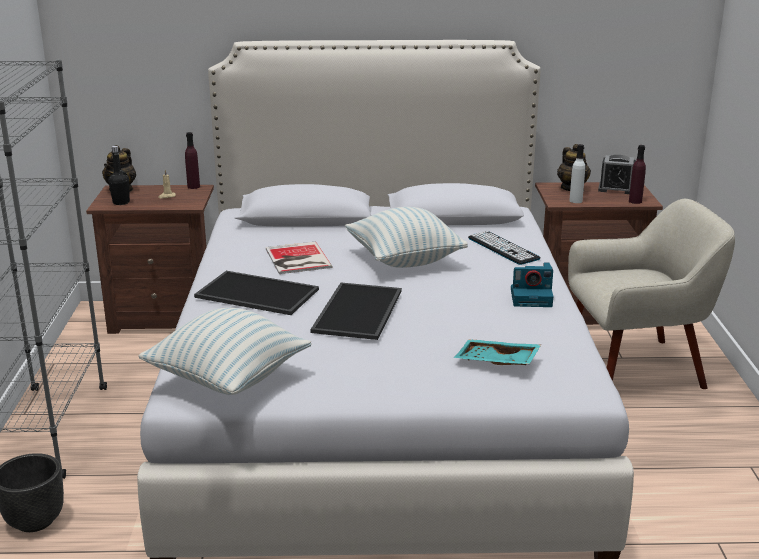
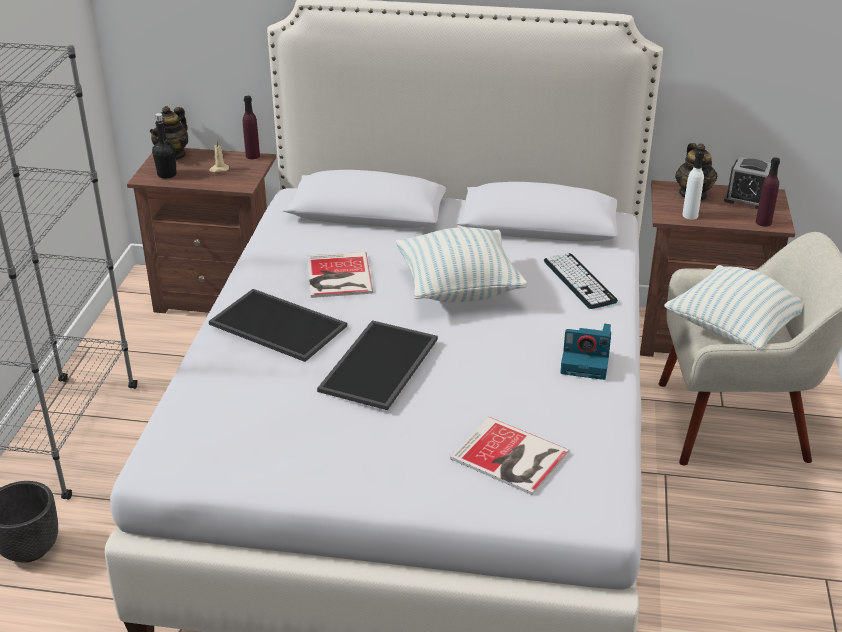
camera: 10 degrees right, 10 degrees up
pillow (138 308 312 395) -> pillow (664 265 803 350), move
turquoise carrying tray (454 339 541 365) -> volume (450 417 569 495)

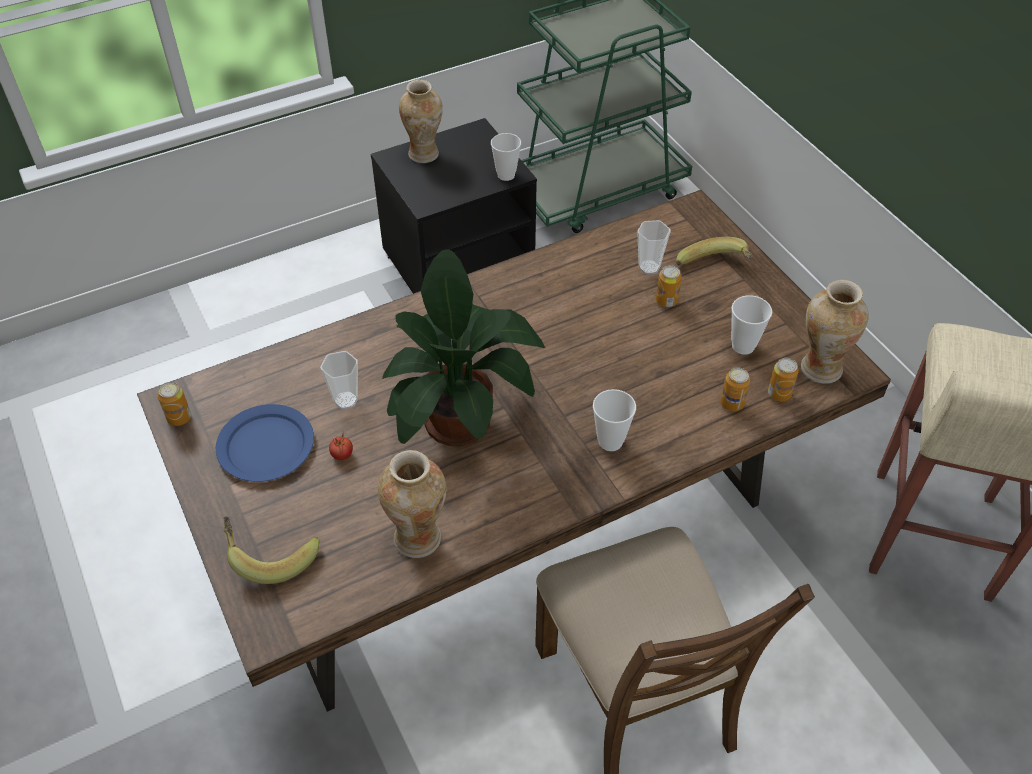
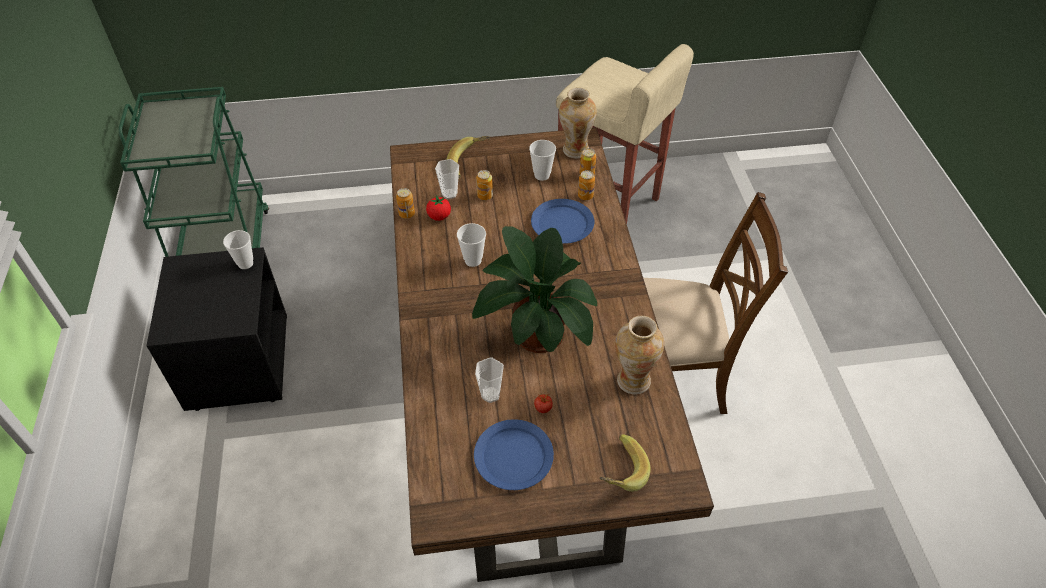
camera: 70 degrees left, 0 degrees up
decorative vase (399 79 443 163) -> none
none -> whole tomato (426 195 451 221)
none -> bluish dinner plate (531 199 594 244)
metal can (158 382 191 426) -> metal can (396 188 415 218), move
drinking cup (593 389 636 451) -> drinking cup (457 223 486 267), move

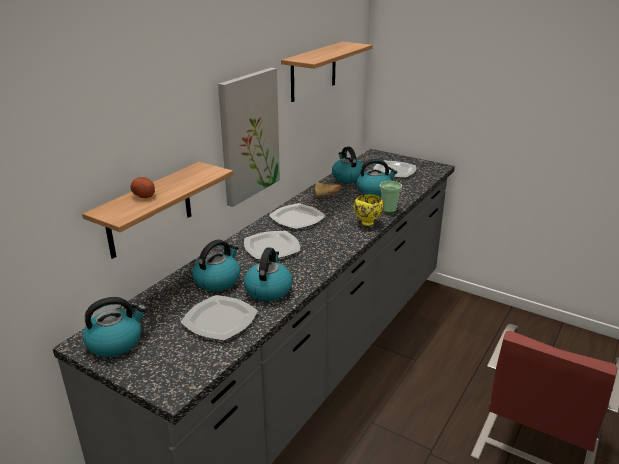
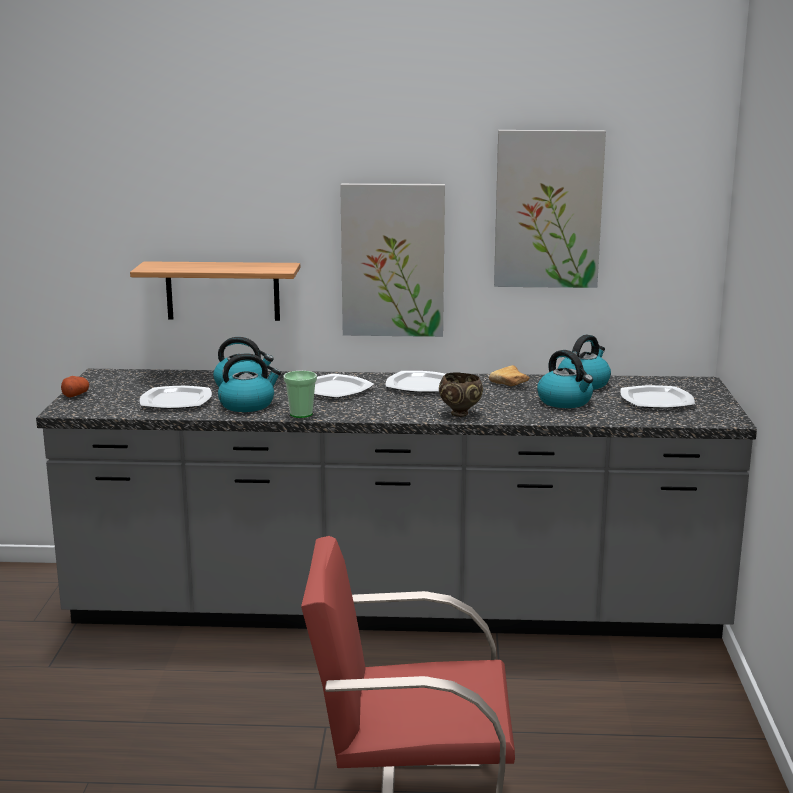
camera: 60 degrees right, 10 degrees down
kettle (83 297 146 357) -> none
spud (130 177 155 198) -> spud (61 376 89 397), move
drinking cup (380 181 402 213) -> drinking cup (283 371 317 418), move
wall shelf (281 42 373 102) -> wall art (494 130 606 288)
yellow deep dish (353 194 384 226) -> brown-coloured deep dish (439 372 483 417)

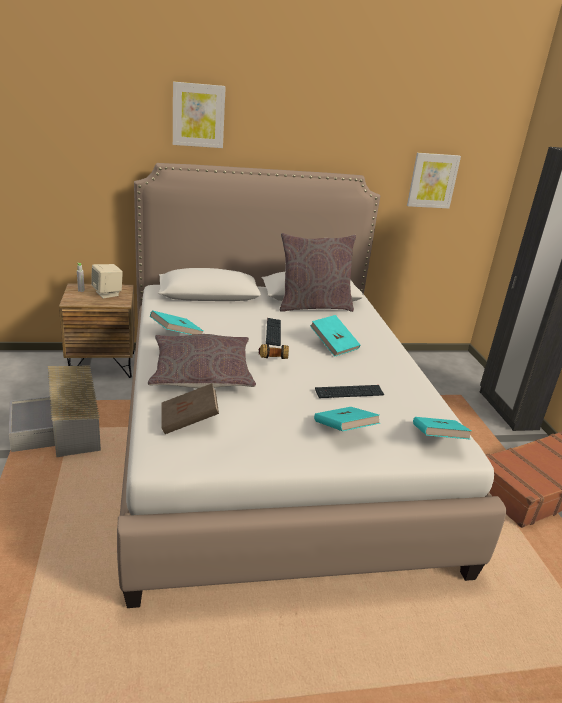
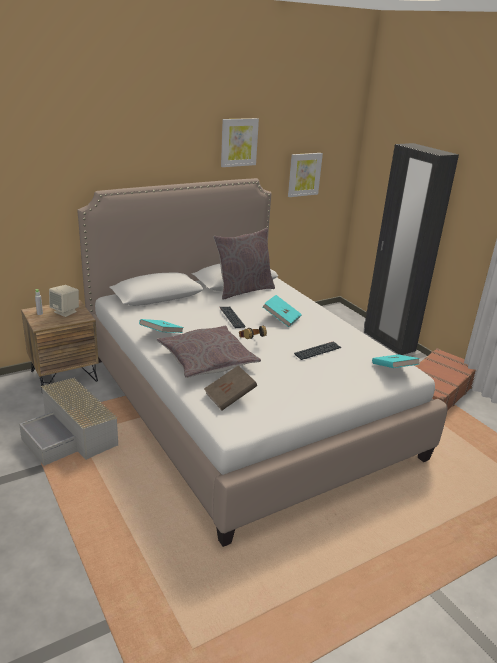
camera: 20 degrees left, 0 degrees up
turquoise volume (314 407 380 431) -> none
wall art (173 81 226 148) -> wall art (221 118 259 167), move

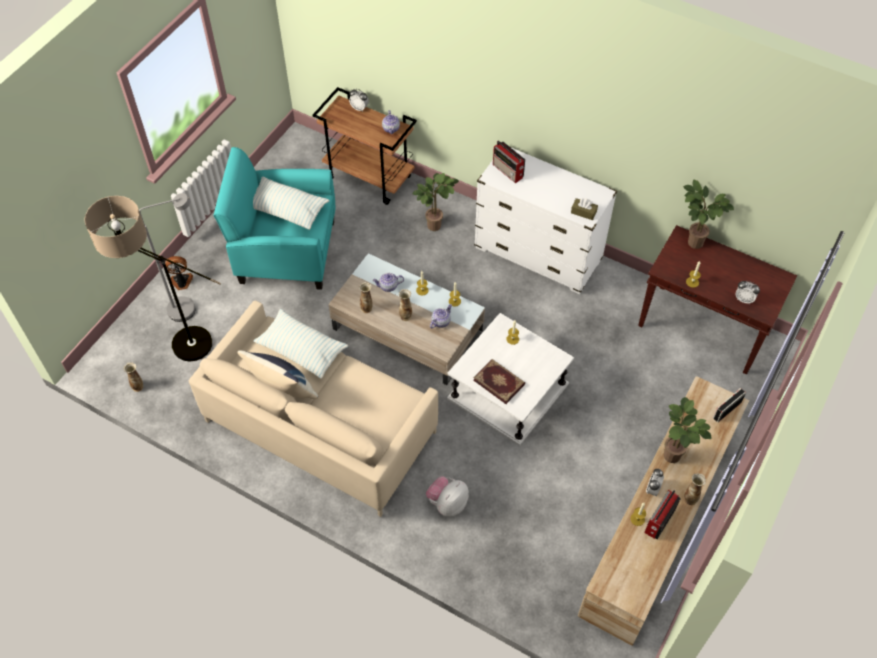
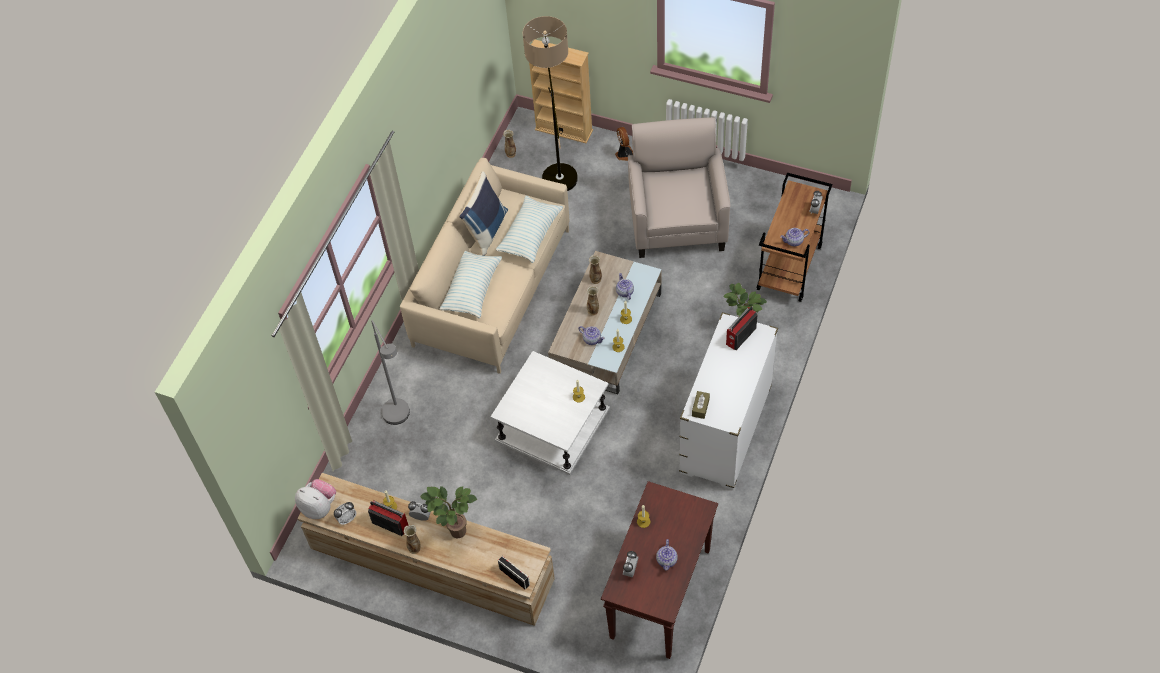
camera: 85 degrees right, 0 degrees up
volume (473 359 525 404) -> none
houseplant (683 180 734 249) -> none
none -> table clock (334 502 356 525)
none -> sand-coloured bookshelf (529 40 593 144)
none -> tea pot (656 539 678 571)
gray standard lamp (139 193 195 322) -> gray standard lamp (371 320 410 425), move
pillow (253 176 329 230) -> pillow (439 251 502 318), move
cuddly toy (426 476 469 517) -> cuddly toy (295 479 336 519), move
turquoise armchair (213 147 335 290) -> sand-coloured armchair (628 117 730 258)

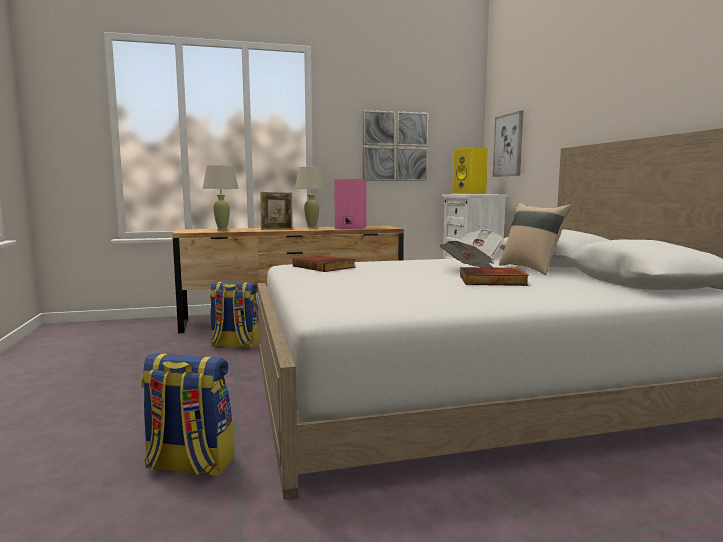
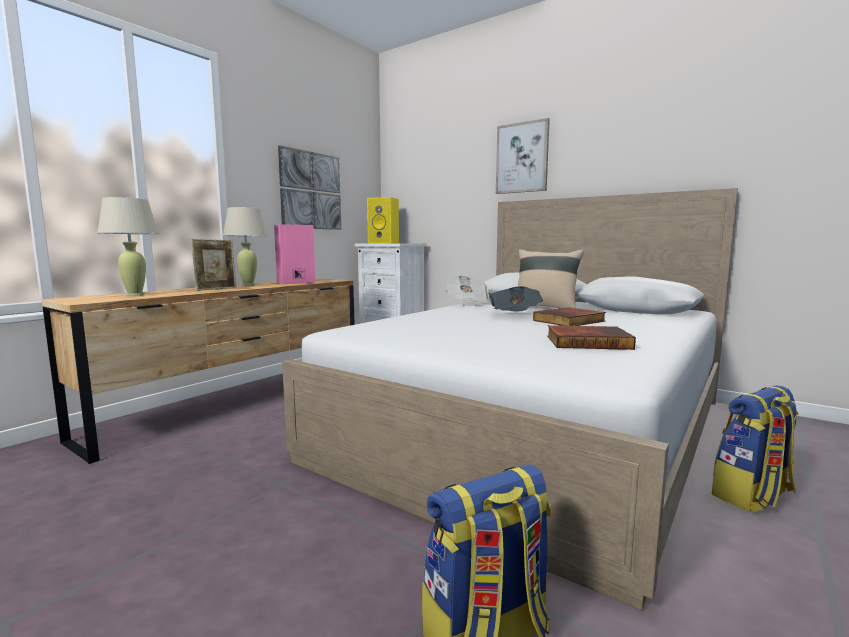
camera: 40 degrees left, 0 degrees up
rucksack (210 282 259 348) -> rucksack (712 385 799 513), move
volume (293 255 356 272) -> volume (547 325 636 350), move
wall art (493 110 523 177) -> wall art (496 118 550 194), move

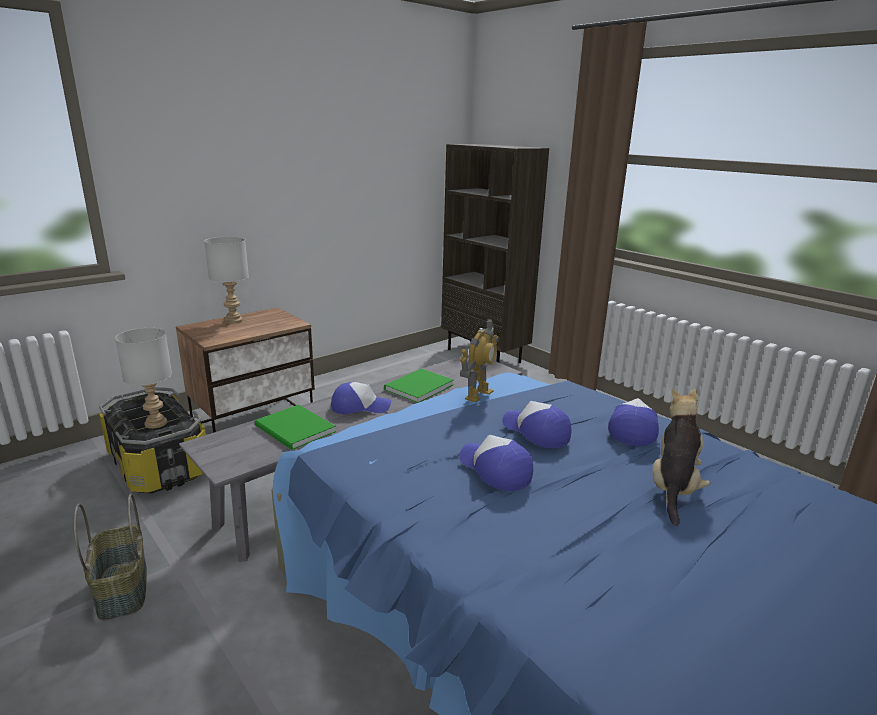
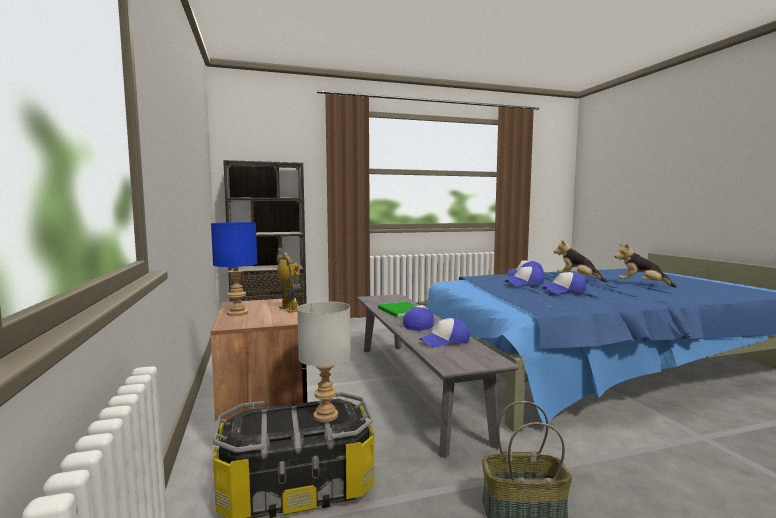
camera: 65 degrees left, 15 degrees down
none -> cuddly toy (614 243 677 288)
model robot (460 319 499 402) -> model robot (276 247 301 313), move
greenish volume (255 405 336 450) -> peaked cap (419 318 470 347)
gray table lamp (204 237 249 323) -> bluish table lamp (211 222 257 316)

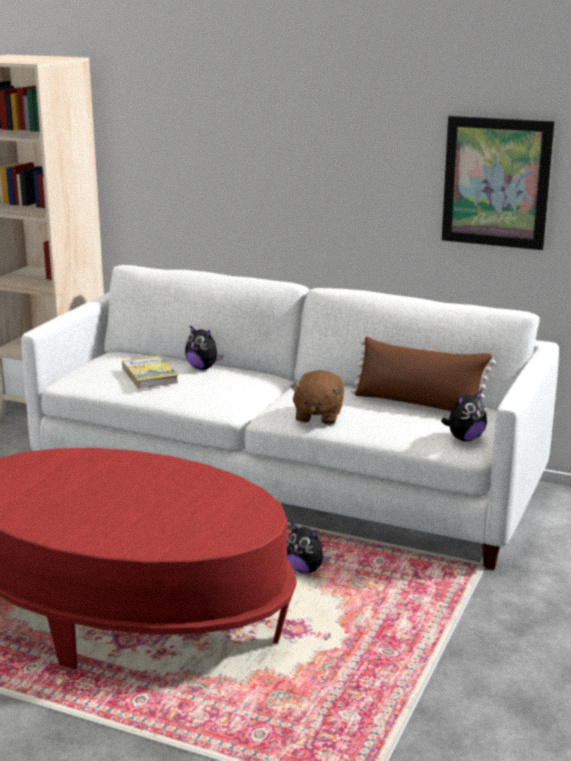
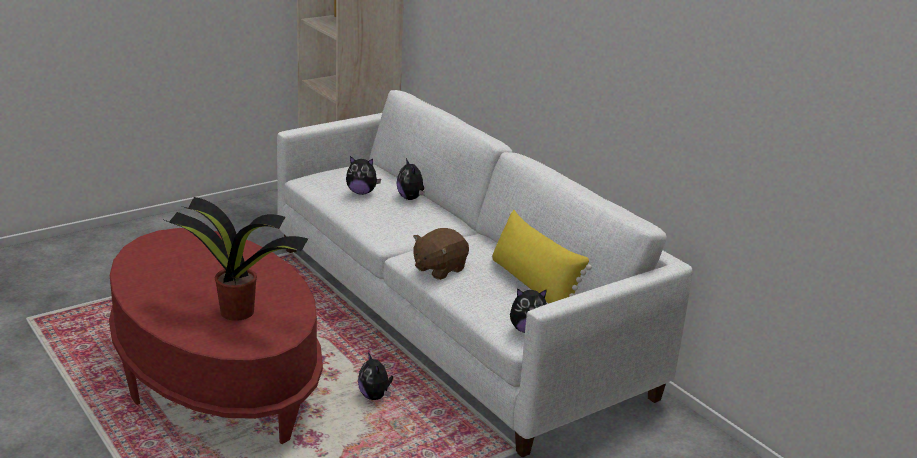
camera: 30 degrees right, 5 degrees up
wall art (442 116 555 250) -> none
none -> houseplant (165 197 308 321)
volume (122 355 178 389) -> cuddly toy (346 156 381 195)
brown-coloured pillow (351 337 496 411) -> yellow pillow (492 210 592 304)

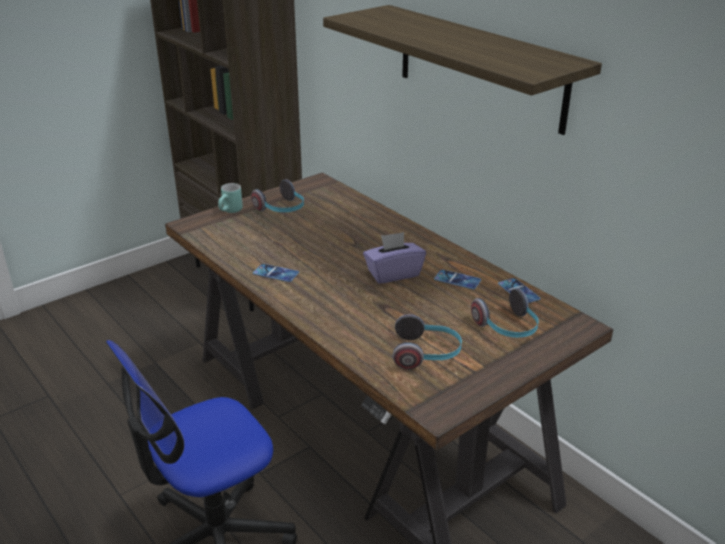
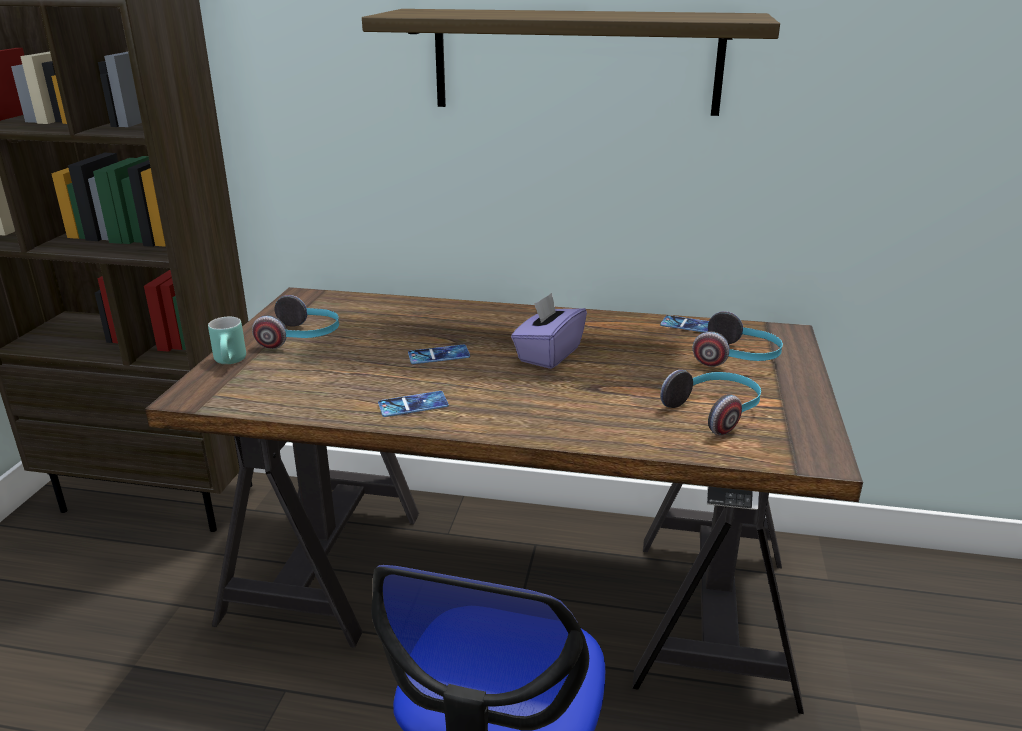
camera: 40 degrees left, 5 degrees down
handset (434 269 481 289) -> handset (408 345 470 364), move

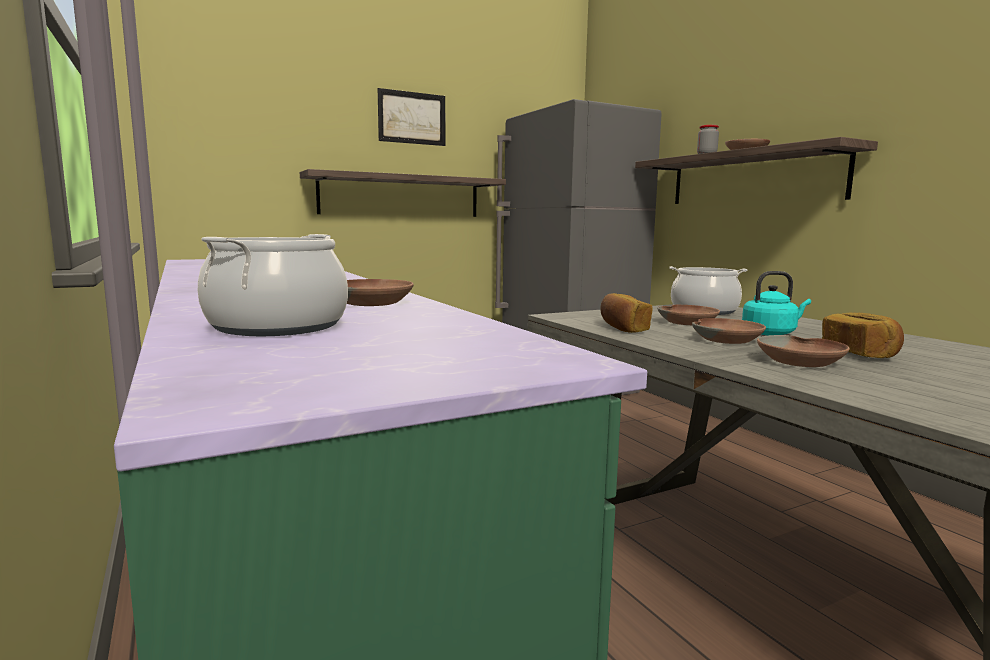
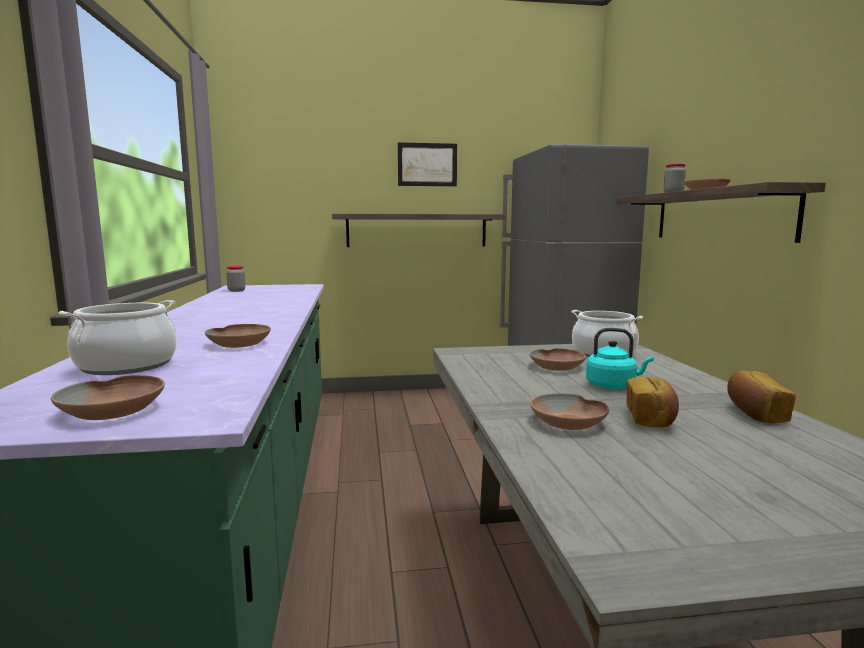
camera: 20 degrees right, 0 degrees up
none -> storage jar (226 266 245 292)
bread (601 293 653 333) -> bread (727 370 796 424), move
brown-coloured deep dish (692 318 766 344) -> brown-coloured deep dish (51 375 165 420), move

